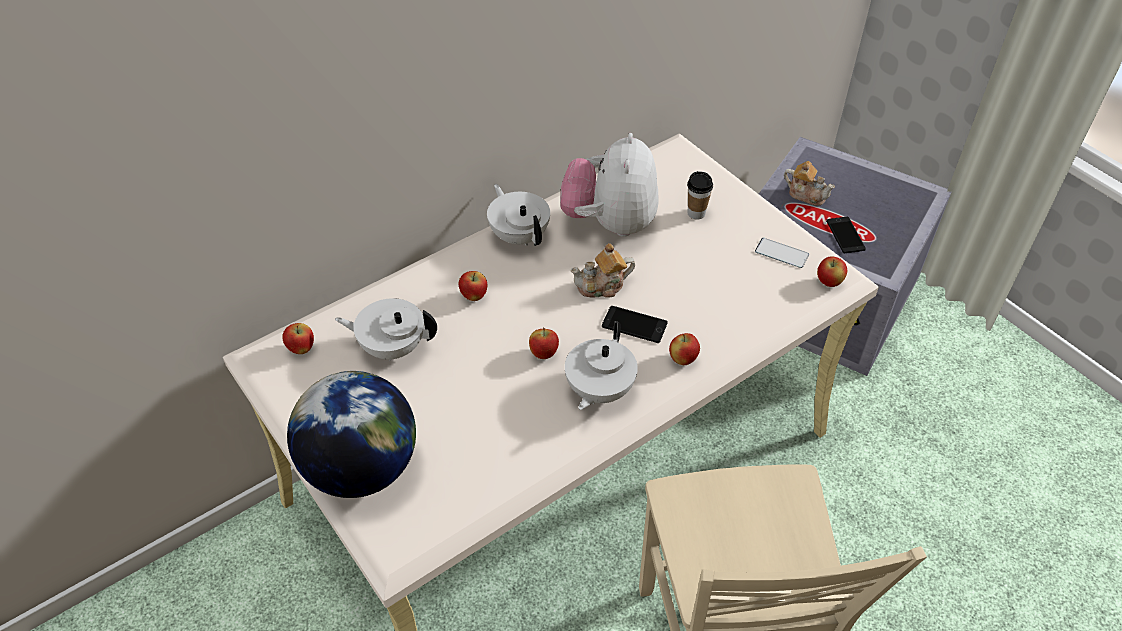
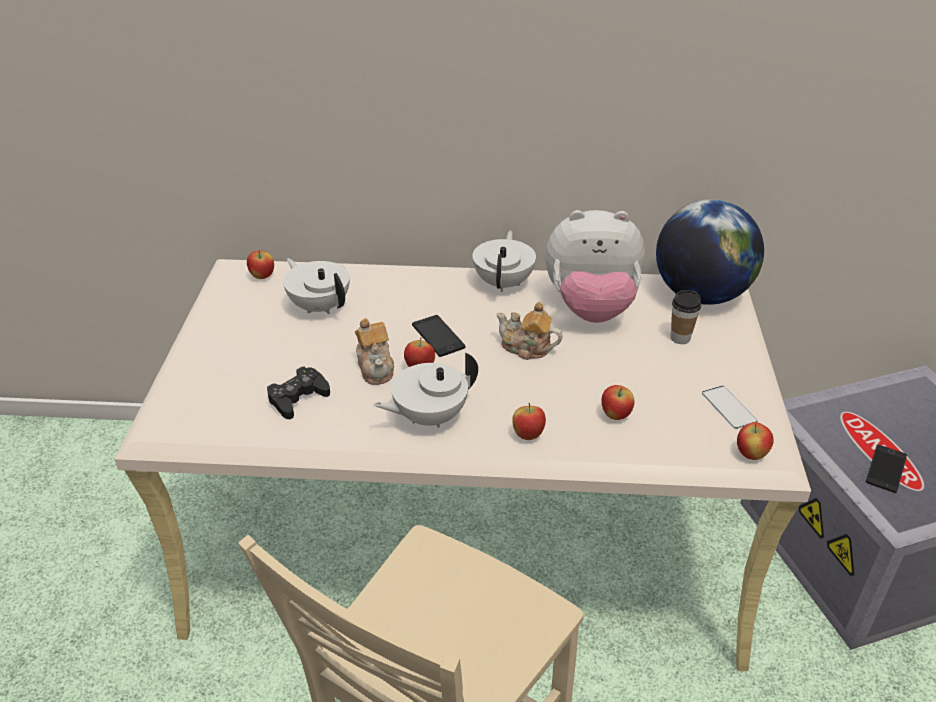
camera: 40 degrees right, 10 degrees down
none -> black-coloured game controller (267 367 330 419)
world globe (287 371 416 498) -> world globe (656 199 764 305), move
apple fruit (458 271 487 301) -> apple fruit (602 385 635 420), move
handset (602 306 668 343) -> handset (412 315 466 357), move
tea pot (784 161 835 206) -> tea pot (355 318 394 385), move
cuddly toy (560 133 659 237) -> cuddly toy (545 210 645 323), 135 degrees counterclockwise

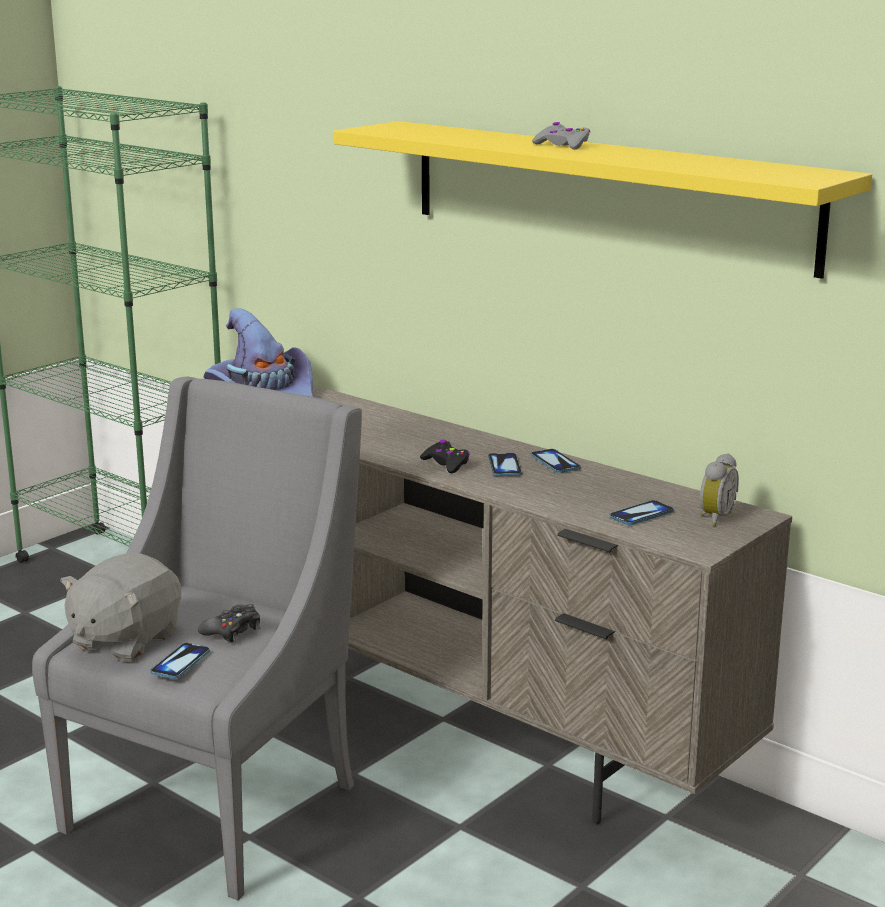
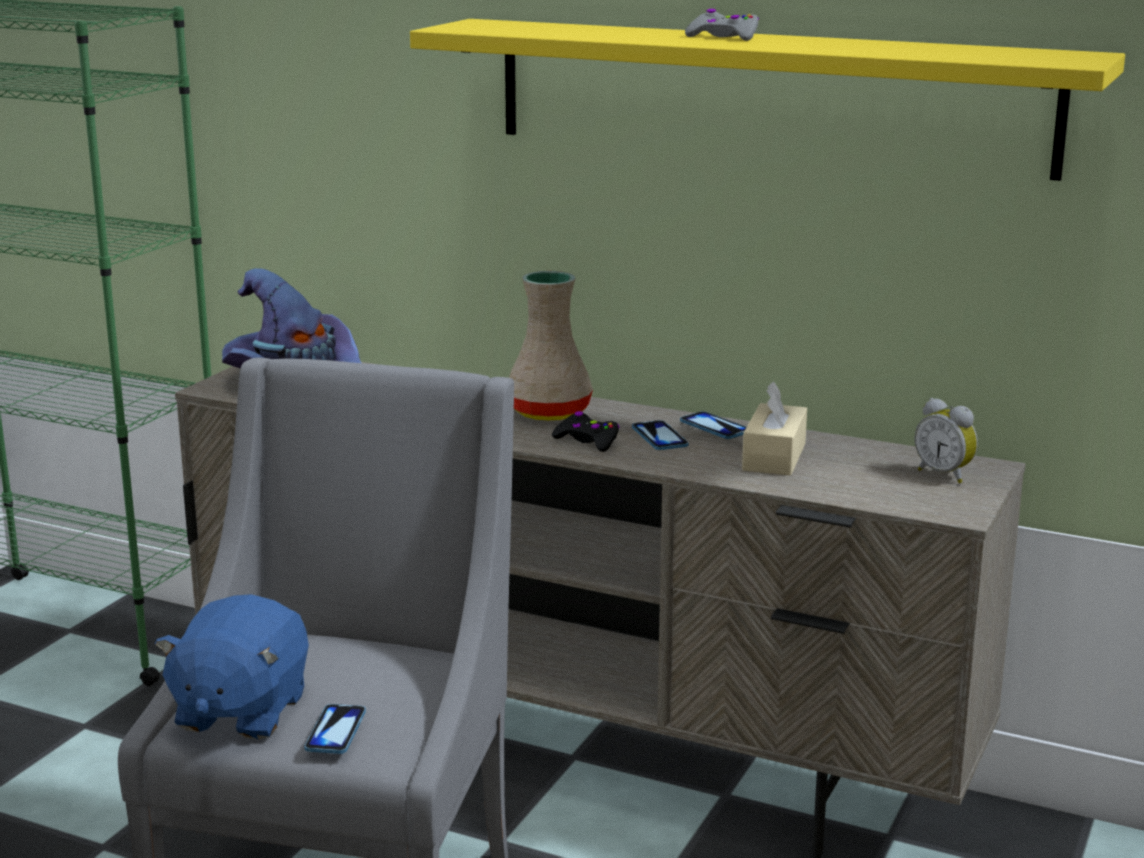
camera: 15 degrees left, 0 degrees up
black-coloured game controller (198 604 260 642) -> none
handset (609 500 674 525) -> none
none -> sand-coloured decorative vase (509 271 593 421)
none -> sand-coloured tissue box (742 382 807 475)
gray cuddly toy (60 553 181 662) -> bluish cuddly toy (155 594 309 740)
table clock (700 453 739 526) -> table clock (914 398 978 483), 120 degrees clockwise

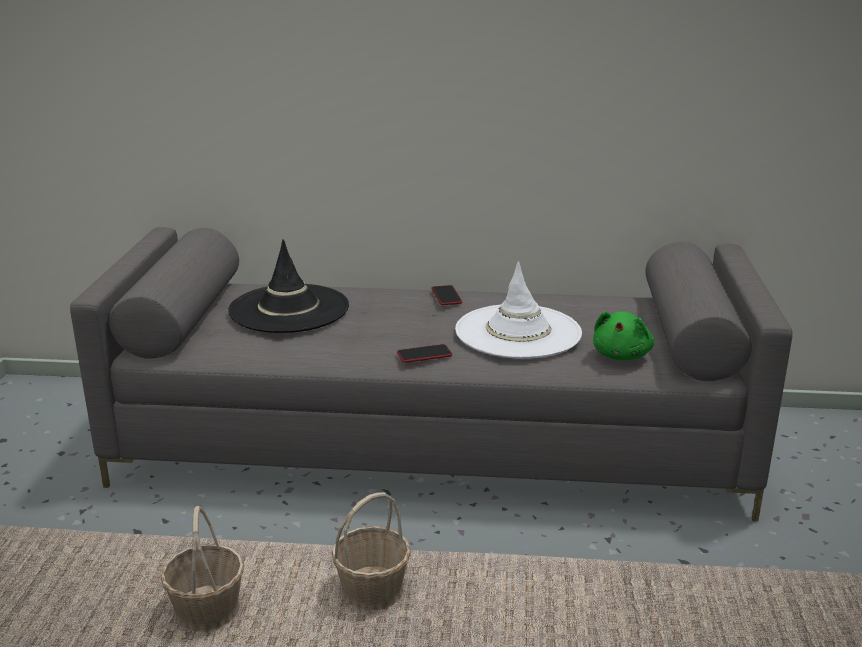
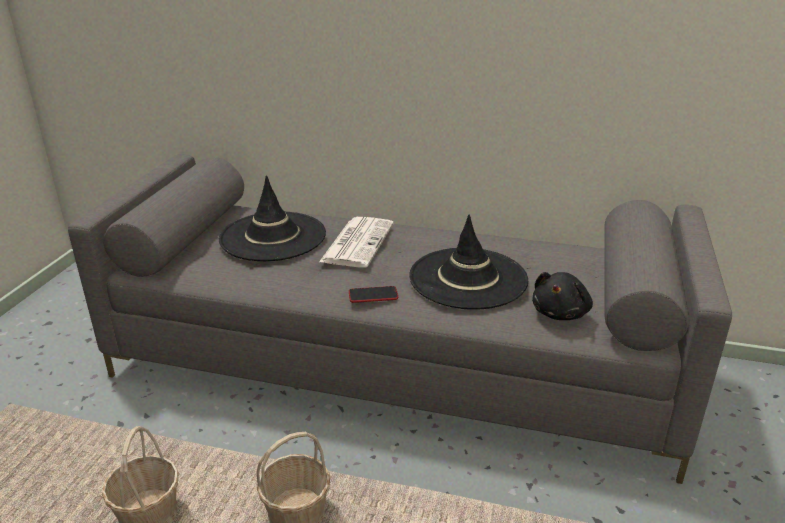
camera: 10 degrees right, 5 degrees up
handset (432 285 462 305) -> none
none -> printed paper (319 217 394 267)
white clothing hat (455 261 582 359) -> black-coloured clothing hat (409 215 528 310)
greenish cuddly toy (593 311 654 360) -> black-coloured cuddly toy (532 272 593 320)

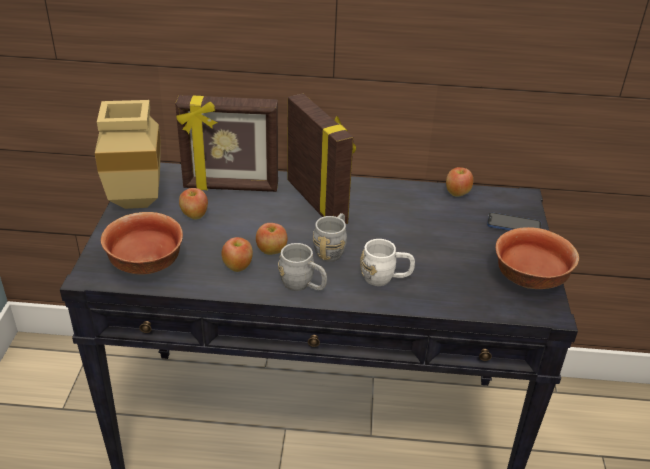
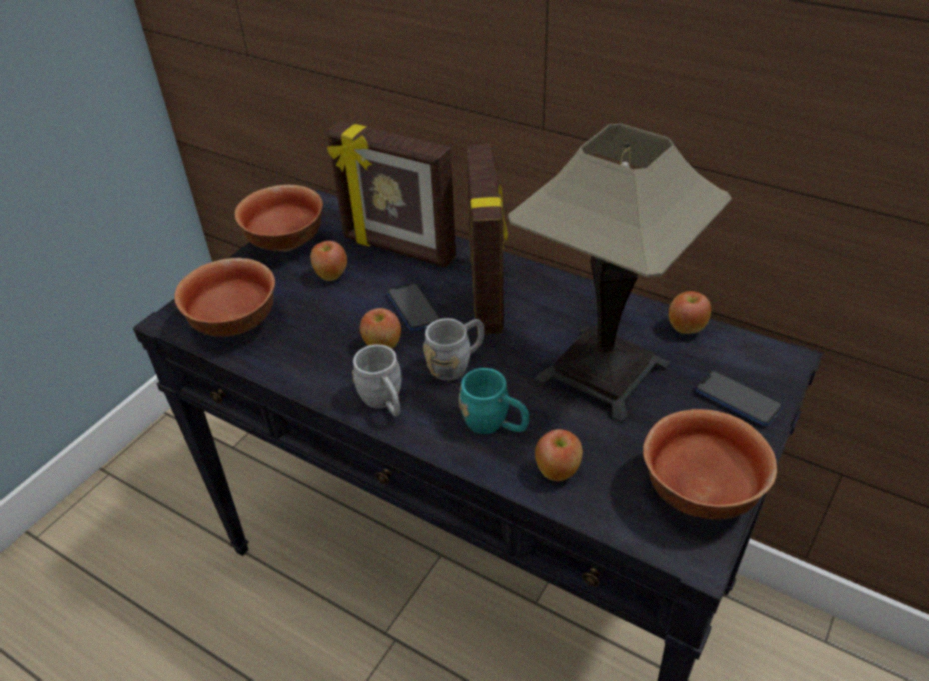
camera: 30 degrees right, 5 degrees up
none -> handset (387 283 442 331)
none -> table lamp (508 123 732 424)
apple fruit (221 237 253 272) -> apple fruit (535 429 583 481), move
sand-coloured decorative vase (95 100 161 209) -> deep dish (235 185 323 252)
white coffee mug (360 239 415 286) -> turquoise coffee mug (459 368 529 434)

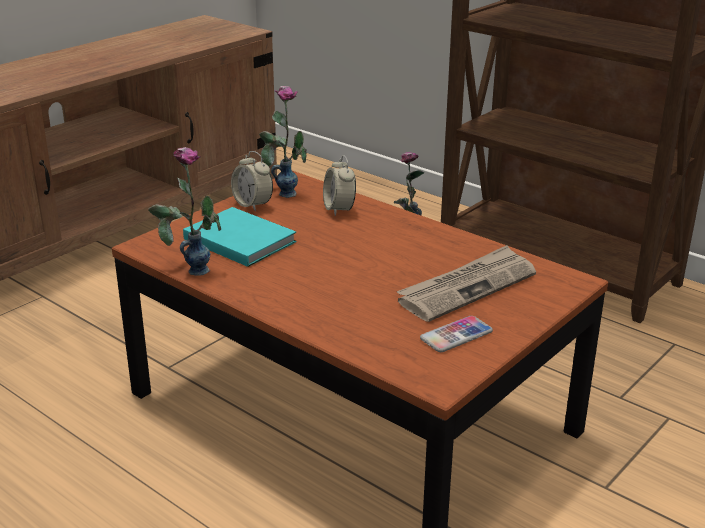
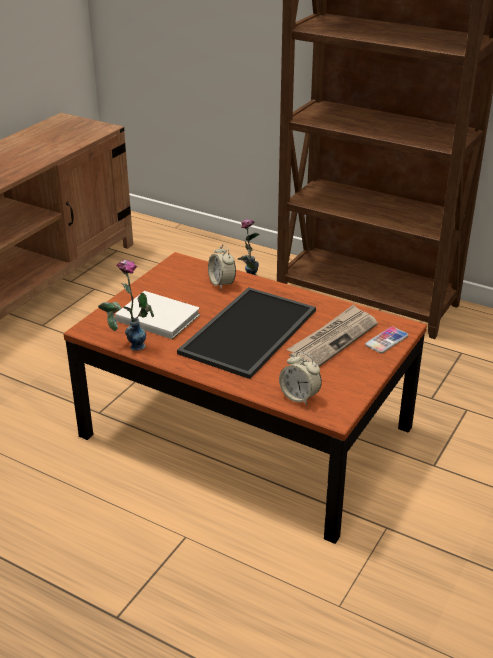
camera: 10 degrees left, 5 degrees up
decorative vase (259 86 307 198) -> none
none -> carrying tray (177 287 316 379)
table clock (231 151 273 211) -> table clock (279 351 322 405), move
handset (420 316 493 352) -> handset (365 327 409 353), move
turquoise volume (183 207 297 267) -> white volume (115 291 200 339)

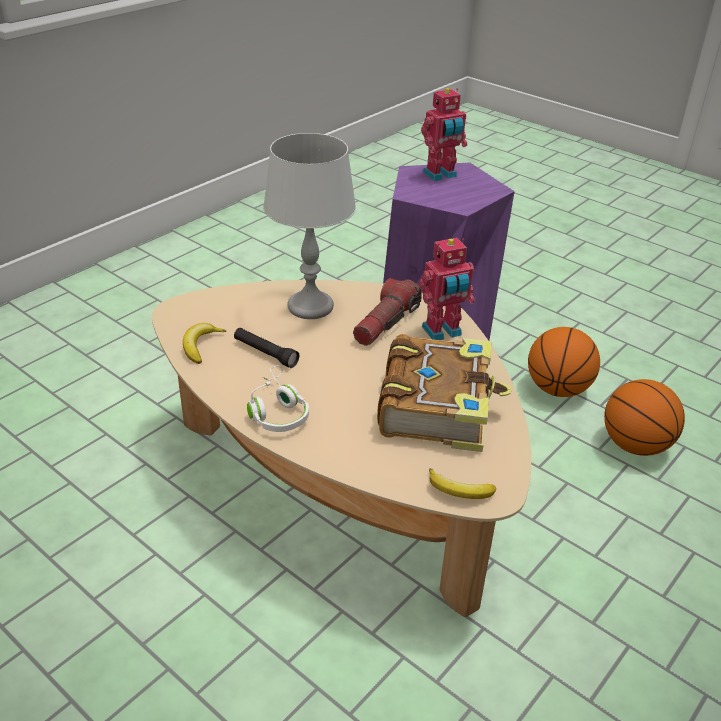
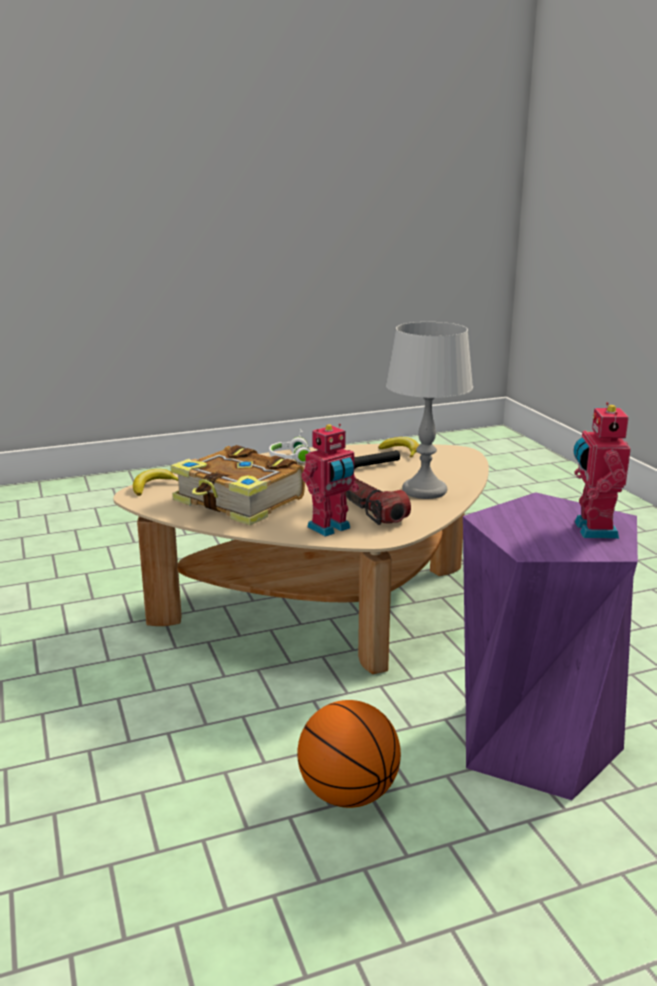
camera: 120 degrees right, 15 degrees down
ball for basketball (604 379 685 456) -> none
model robot (419 238 475 340) -> model robot (302 424 359 537), 135 degrees counterclockwise

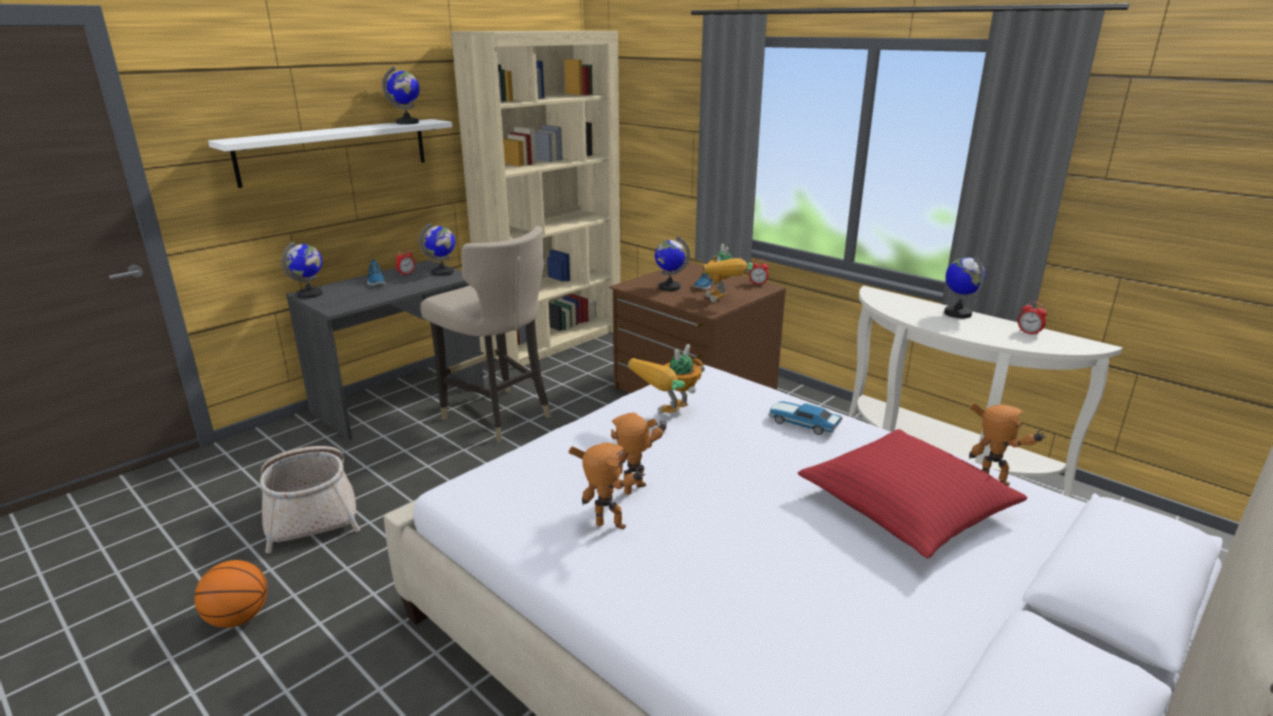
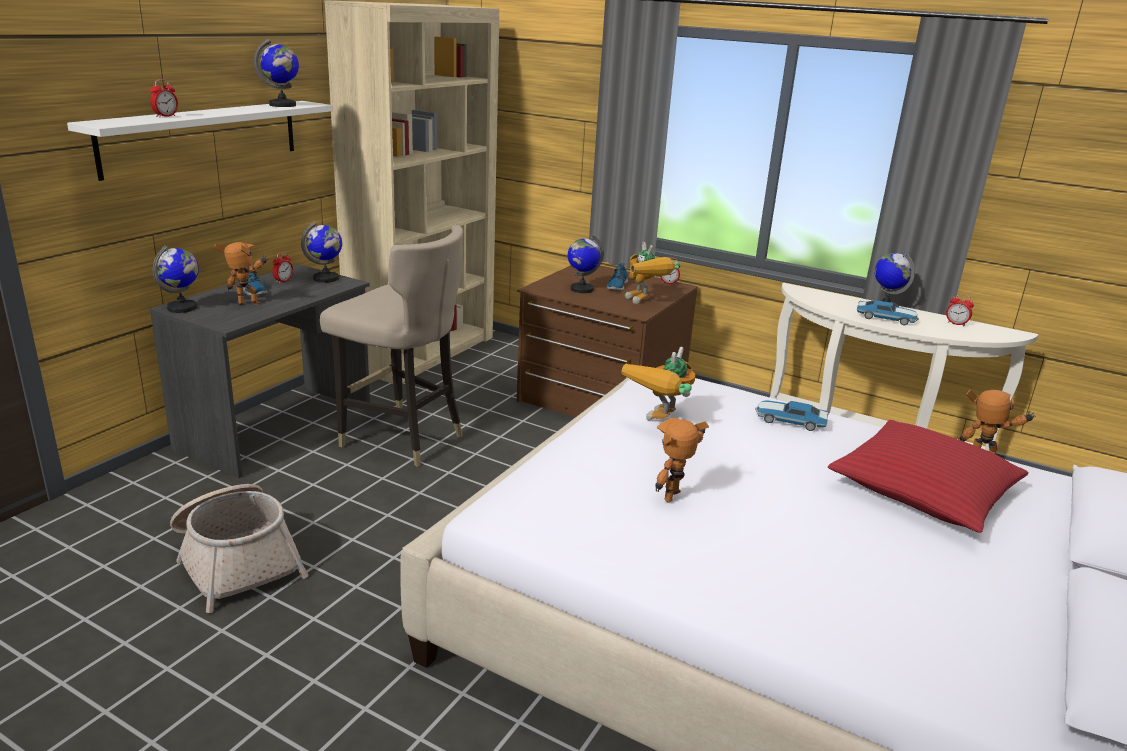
camera: 15 degrees left, 0 degrees up
ball for basketball (194 560 268 628) -> none
none -> table clock (150 79 178 117)
none -> model car (857 300 919 325)
model robot (568 443 645 530) -> model robot (214 242 268 305), move

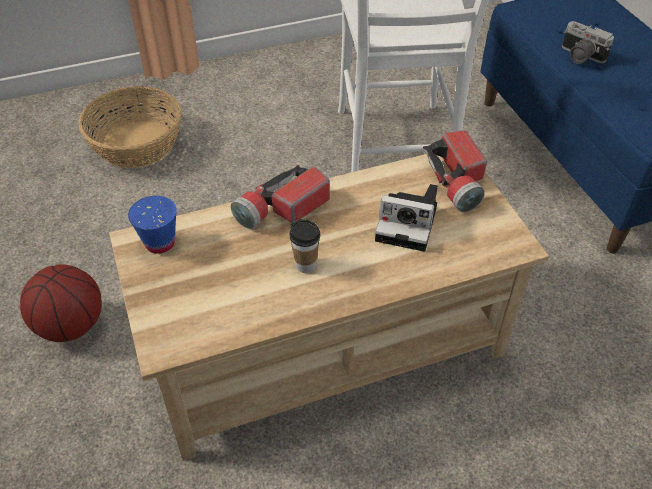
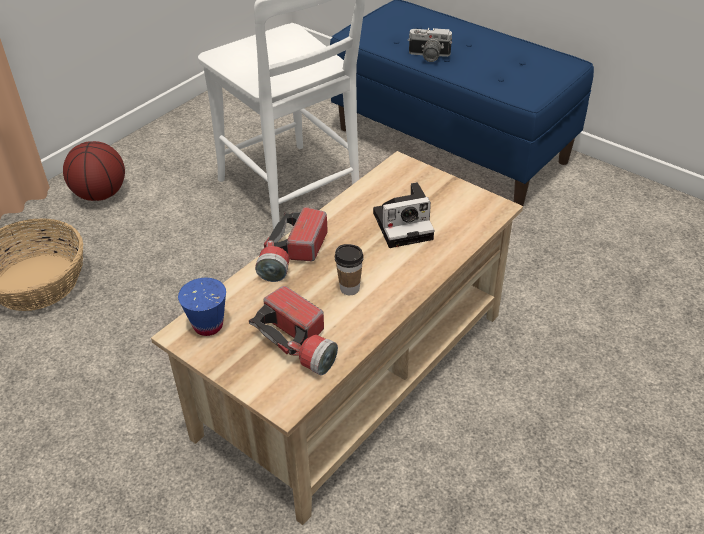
camera: 30 degrees left, 5 degrees down
ball for basketball (20 264 102 342) -> ball for basketball (63 141 125 201), move
hand torch (423 130 487 212) -> hand torch (249 286 338 375), move

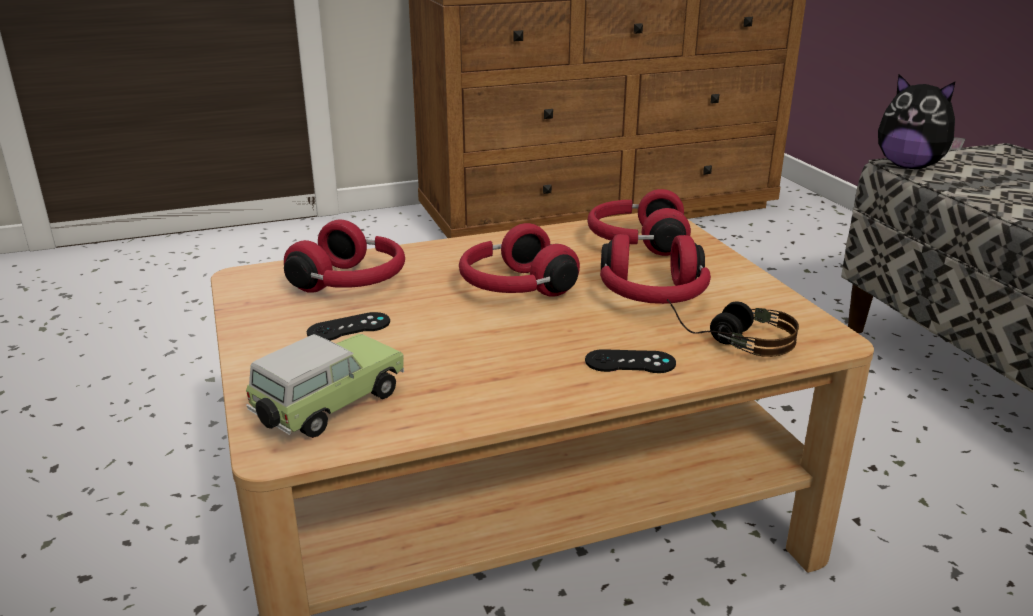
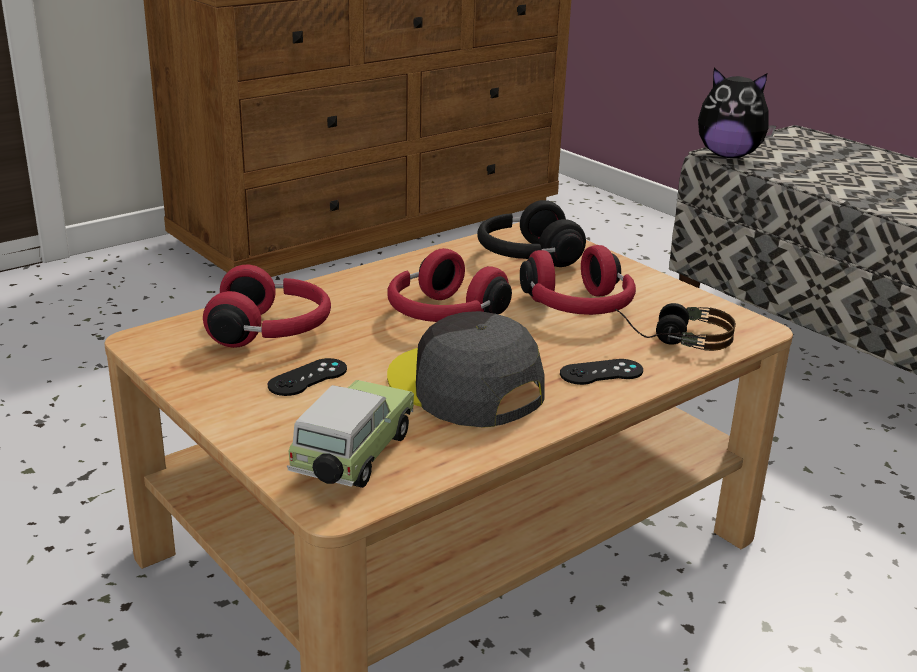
camera: 20 degrees left, 0 degrees up
none -> gray peaked cap (387 311 545 428)
red pair of headphones (587 189 691 256) -> black-coloured pair of headphones (477 200 586 267)

